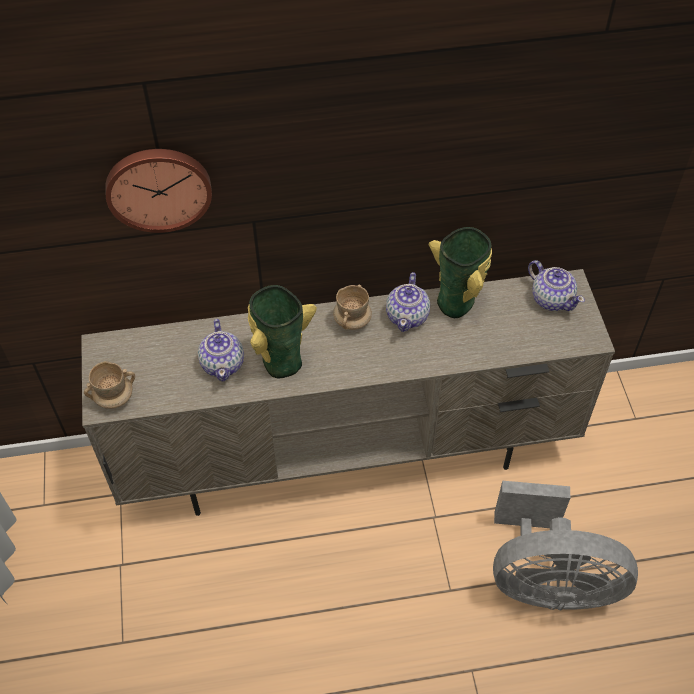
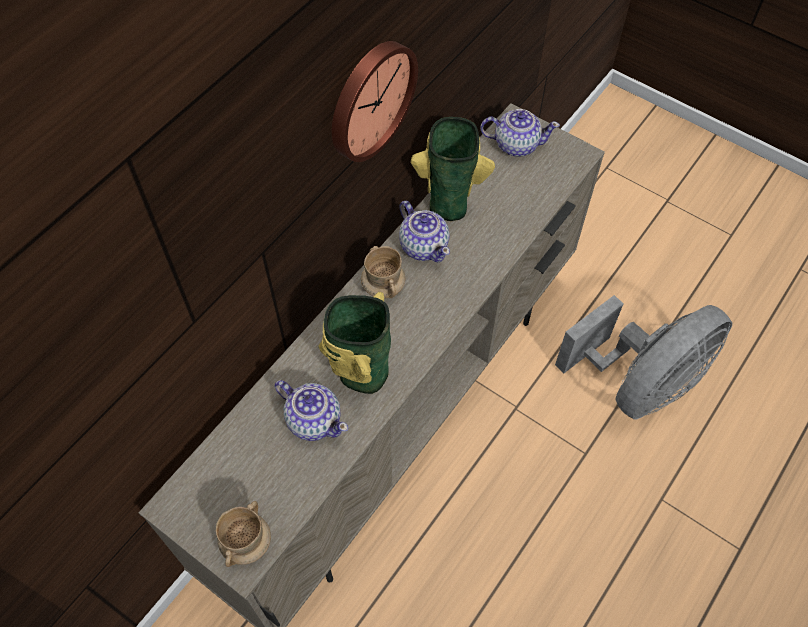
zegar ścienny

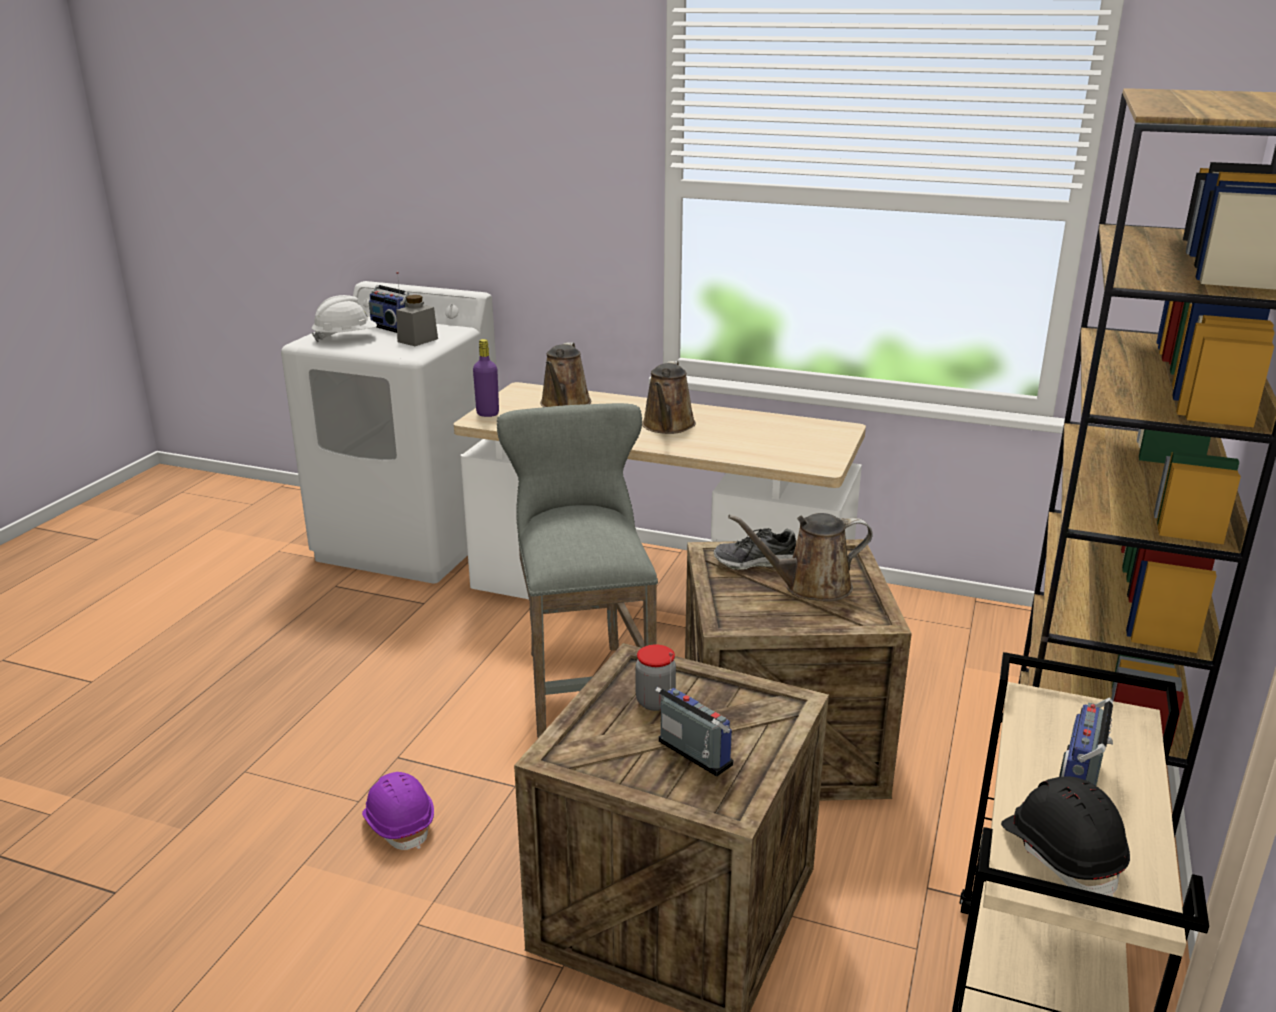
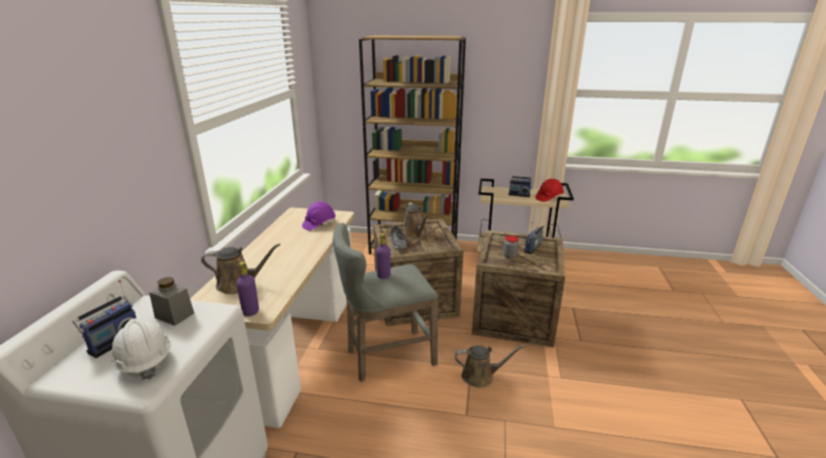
kask [fioletowy]
butelka [fioletowy] (2nd from left)
konewka [brązowy] (3rd from left)
kask [czerwony]

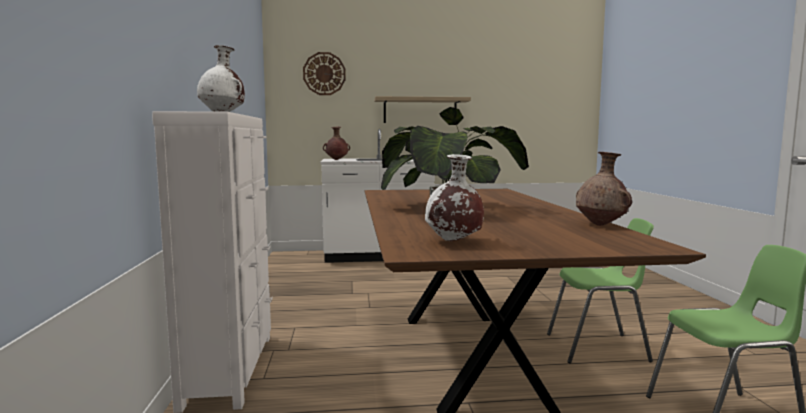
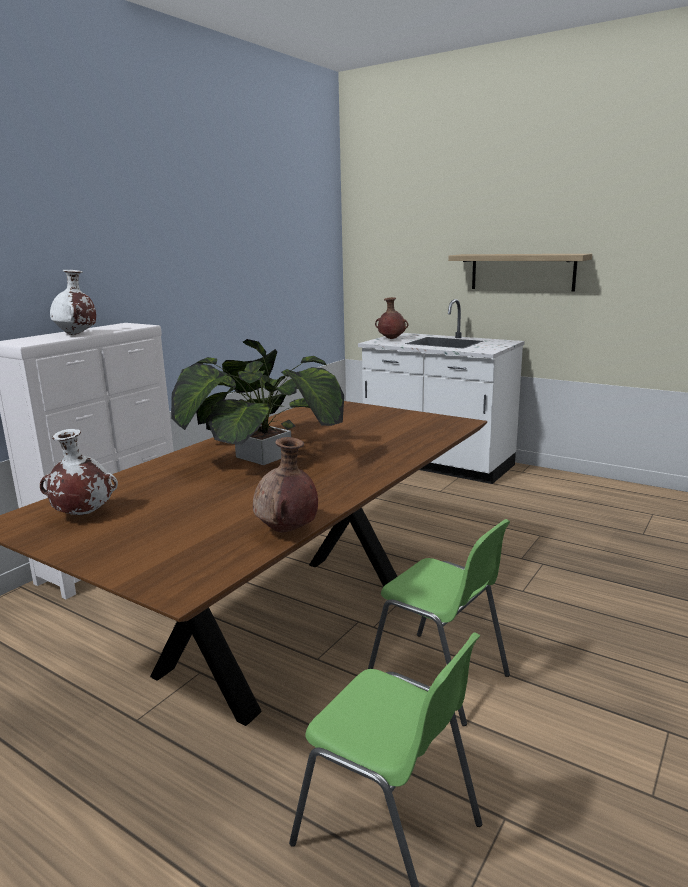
zegar ścienny

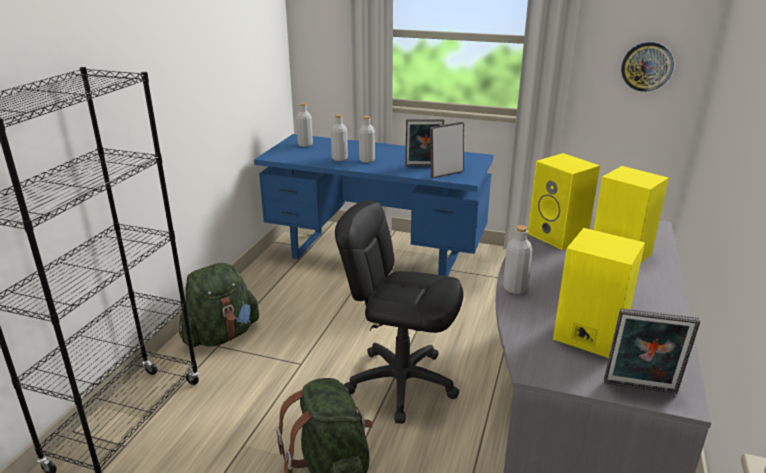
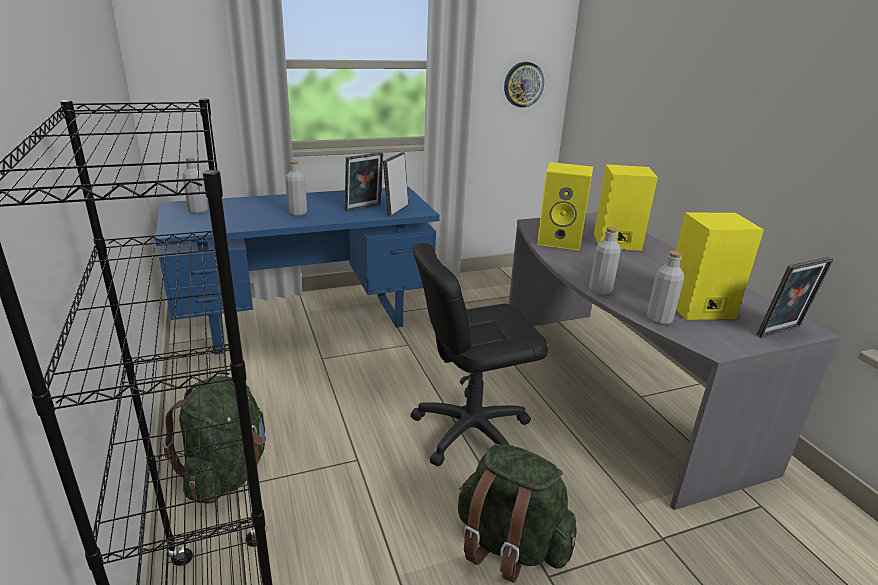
butelka [szary] (4th from left)

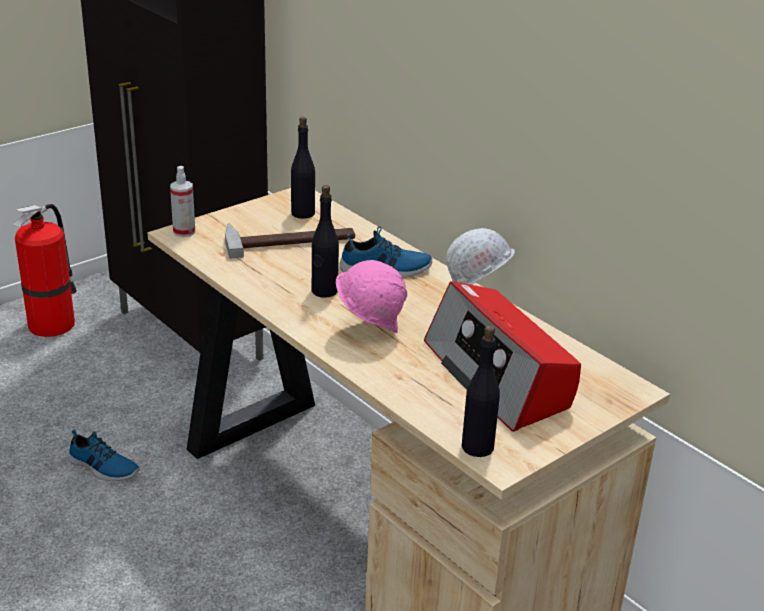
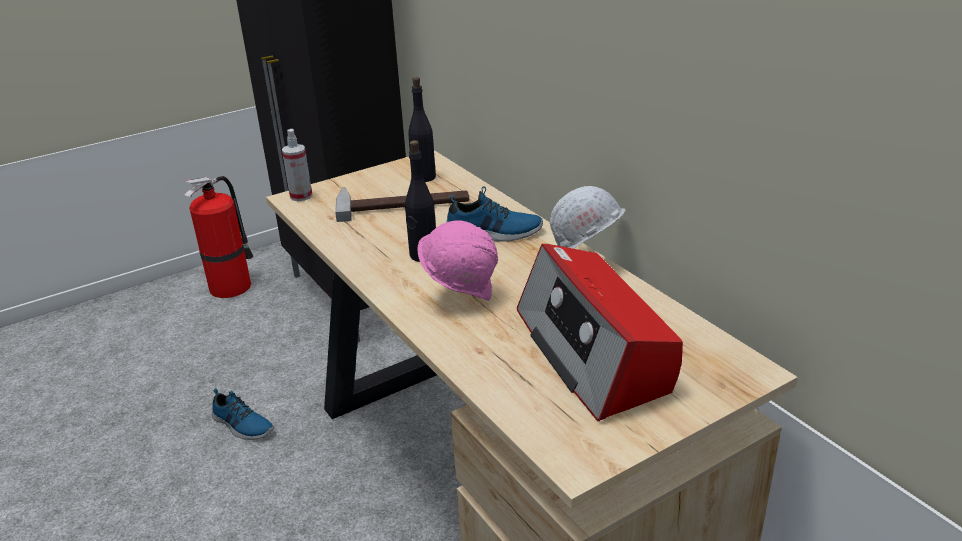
butelka [czarny] (3rd from left in the first image)

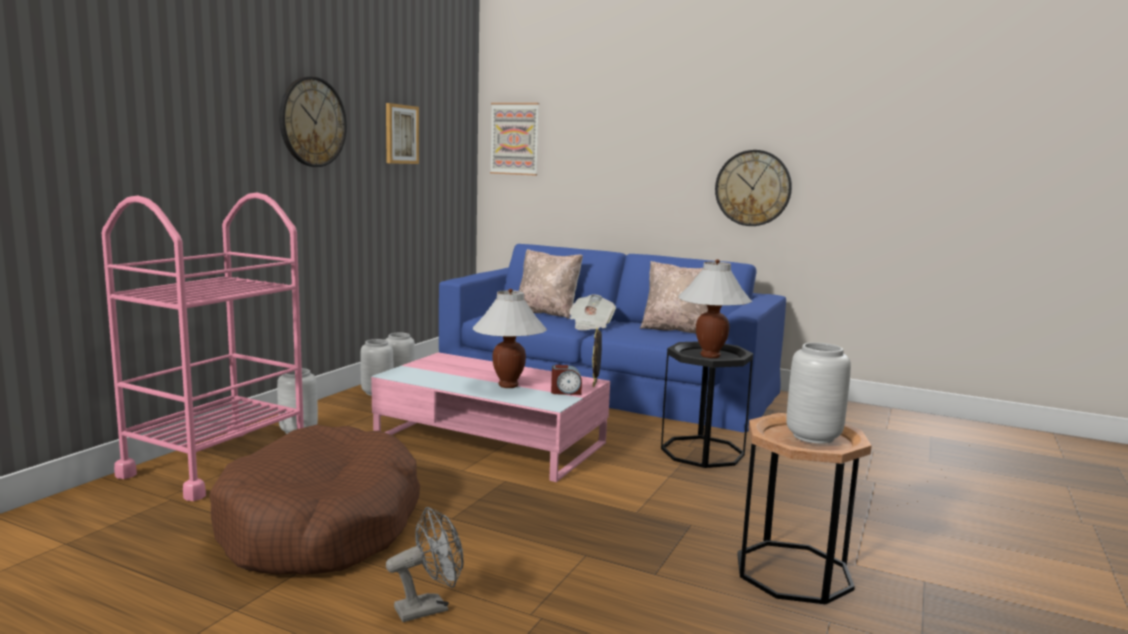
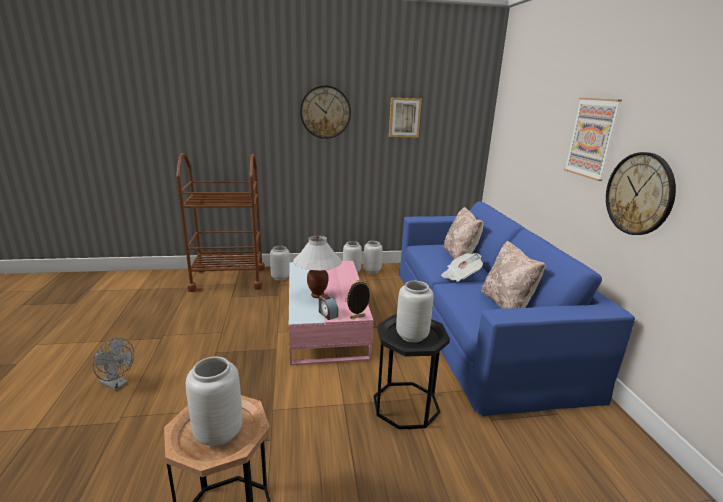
wózek [brązowy]
wazon [szary] (5th from left)
obraz (2nd from left)
legowisko [brązowy]

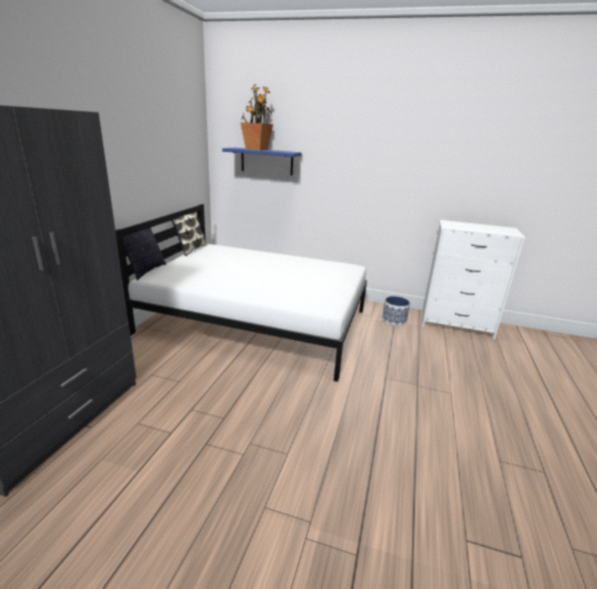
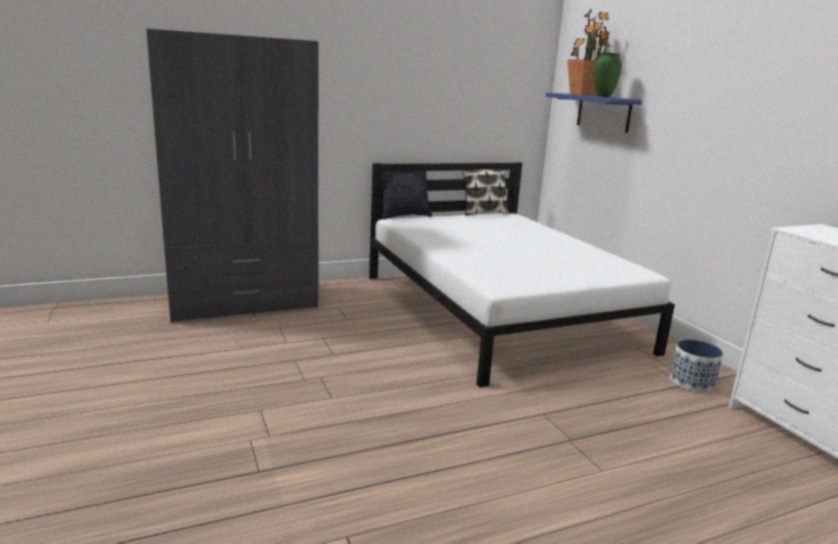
wazon [zielony]

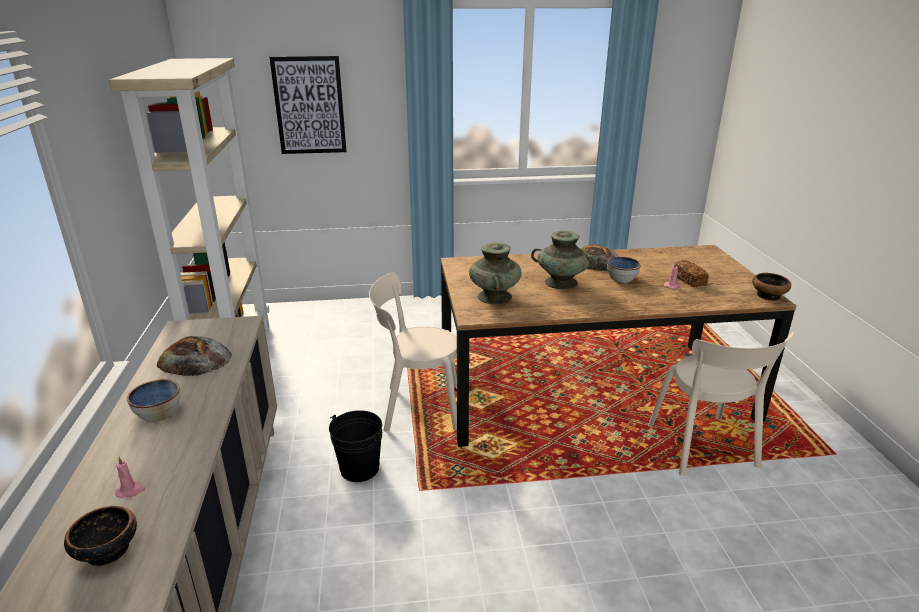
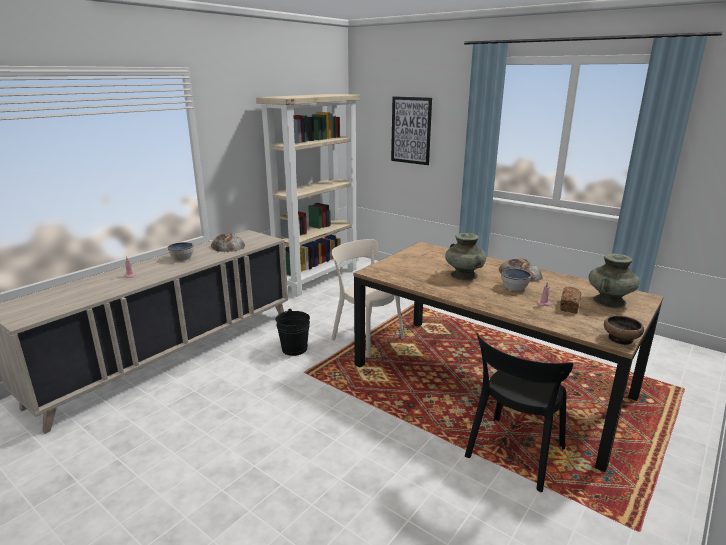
krzesło [czarny]
wazon [turkusowy] (2nd from left)
miska (1st from left in the first image)

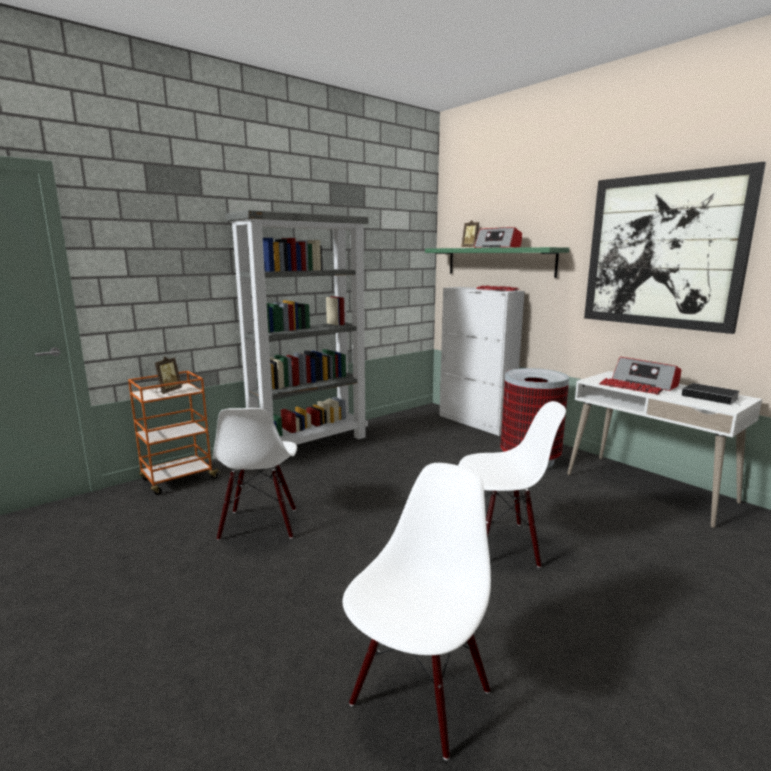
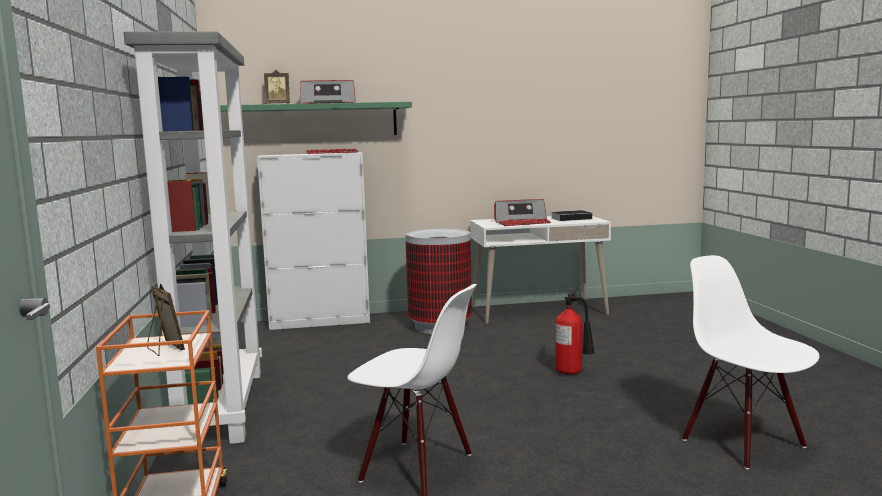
gaśnica
obraz

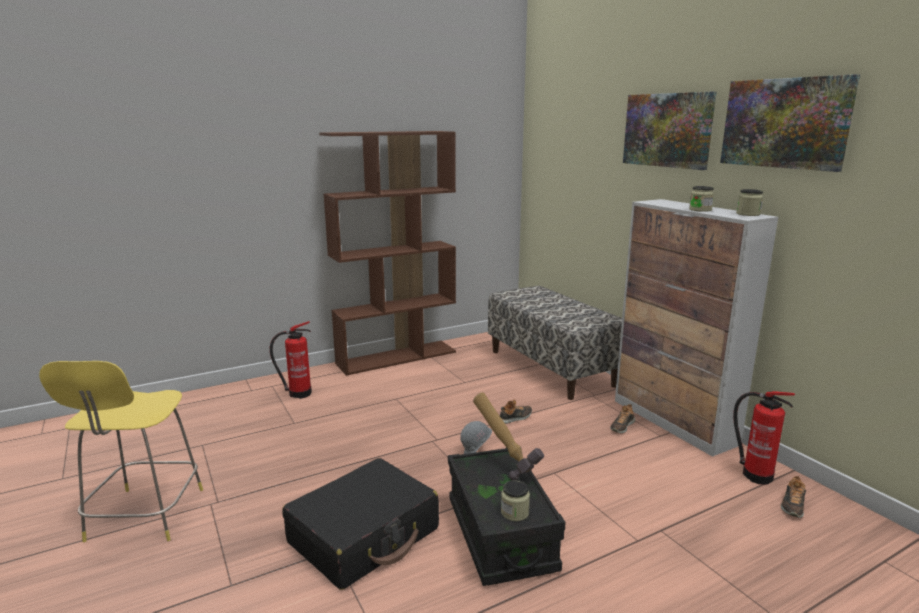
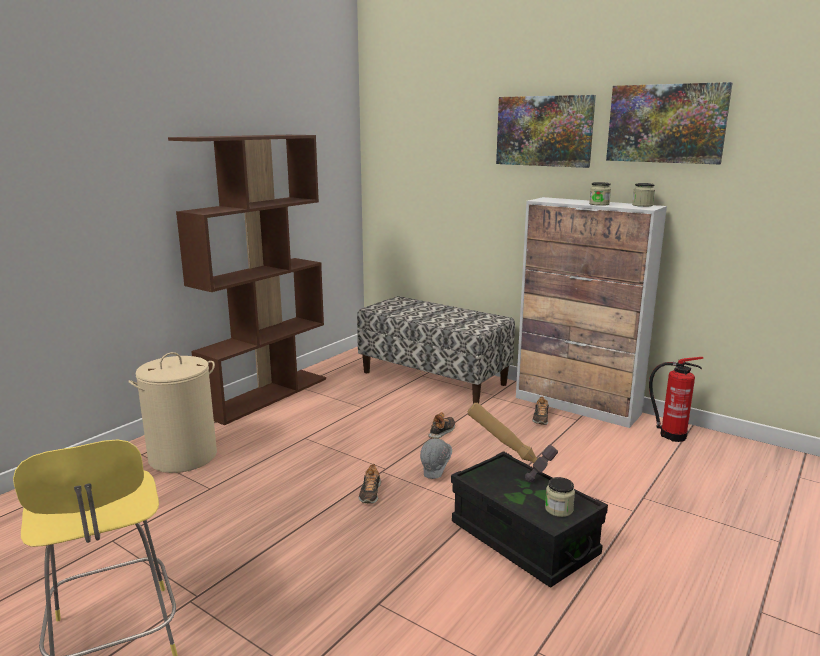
kosz na pranie [beżowy]
but (1st from left)
walizka [czarny]

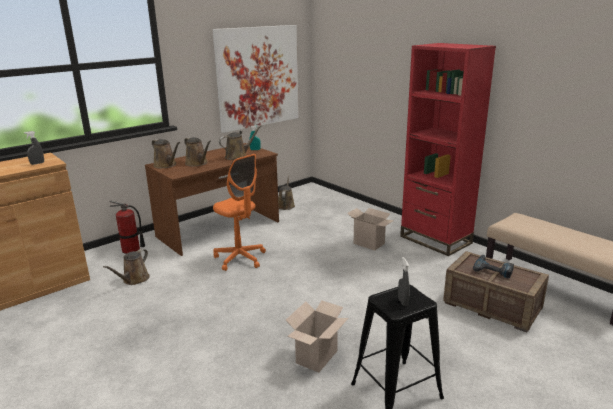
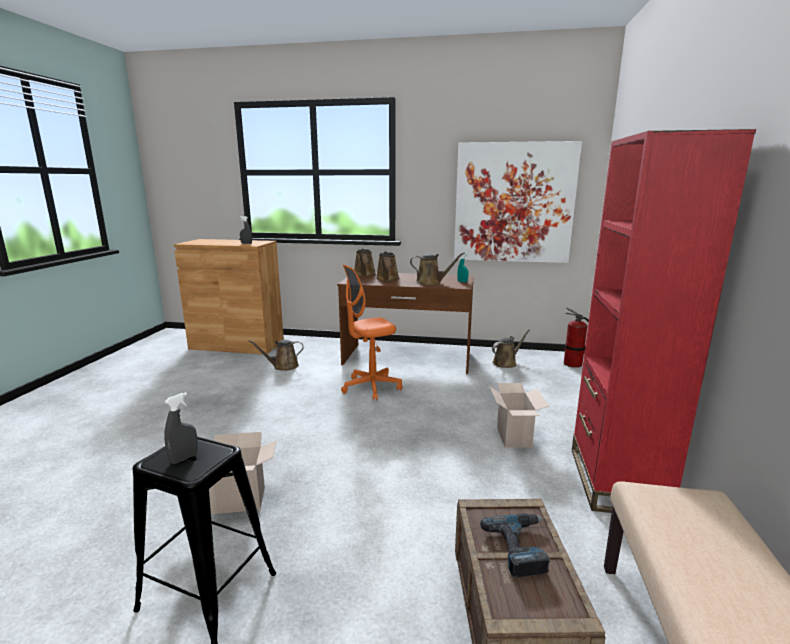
krzesło biurowe [pomarańczowy]
gaśnica

